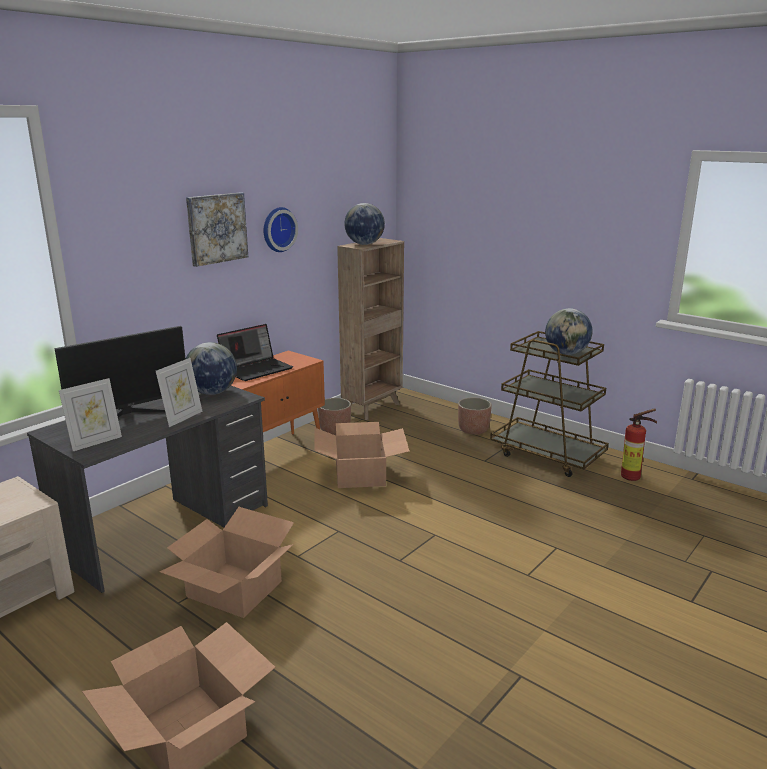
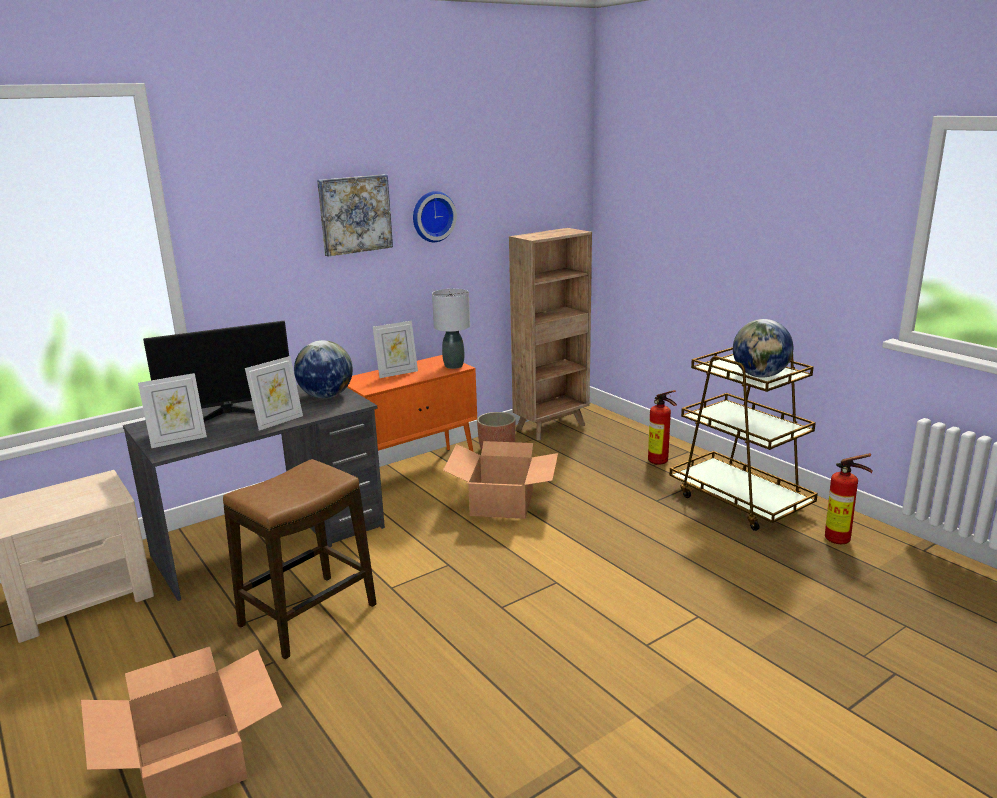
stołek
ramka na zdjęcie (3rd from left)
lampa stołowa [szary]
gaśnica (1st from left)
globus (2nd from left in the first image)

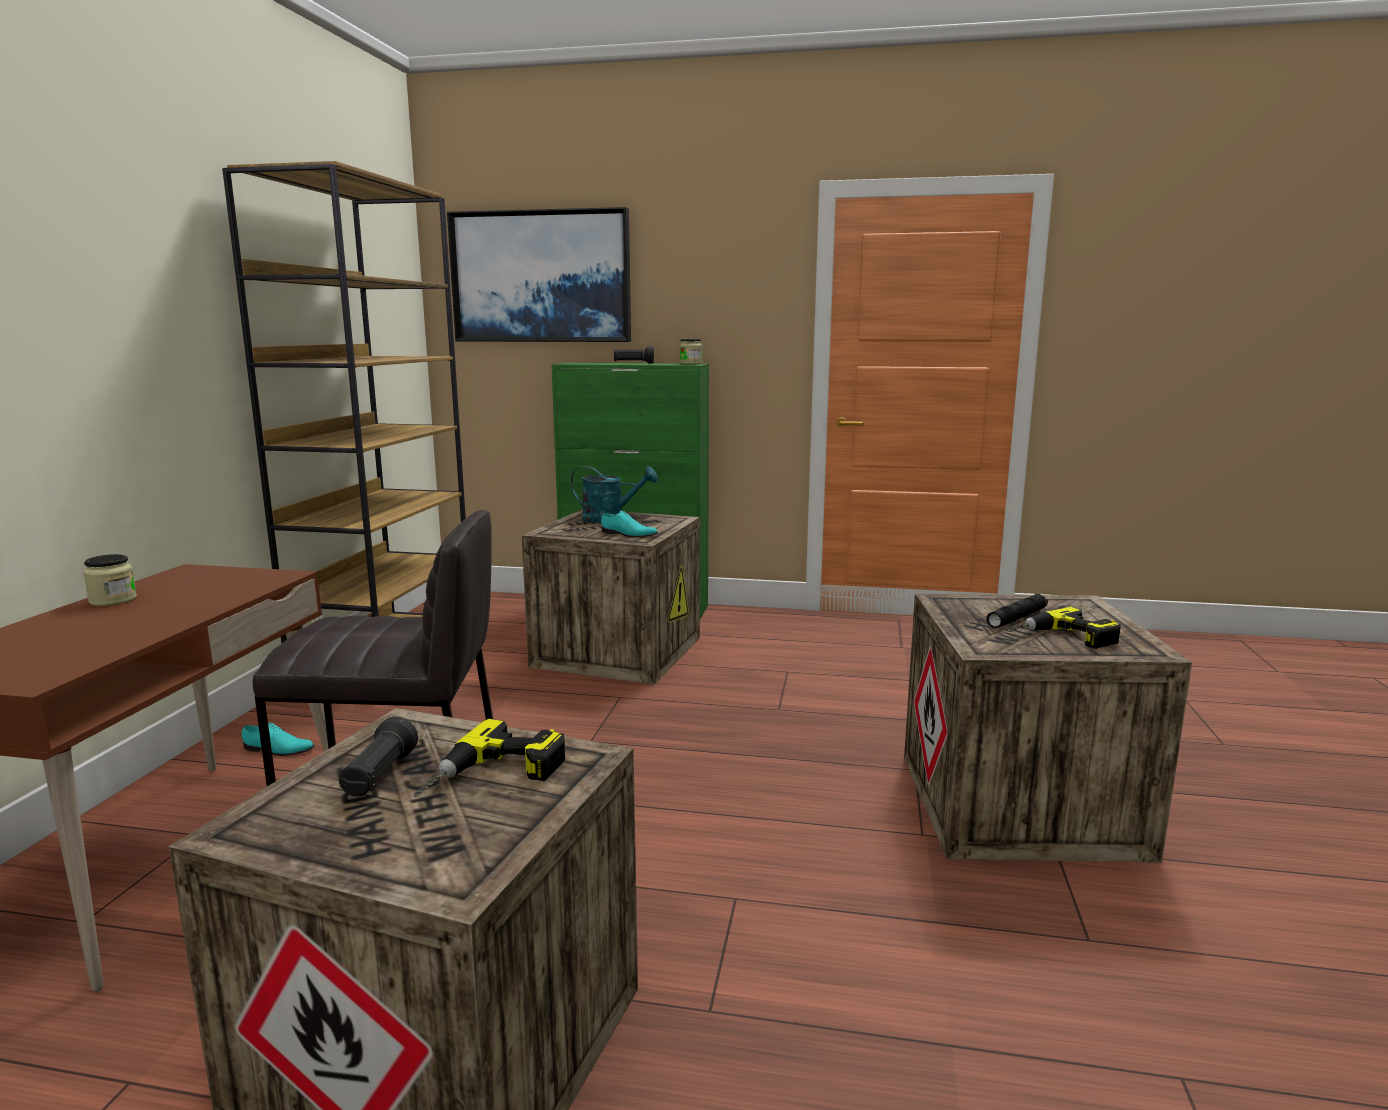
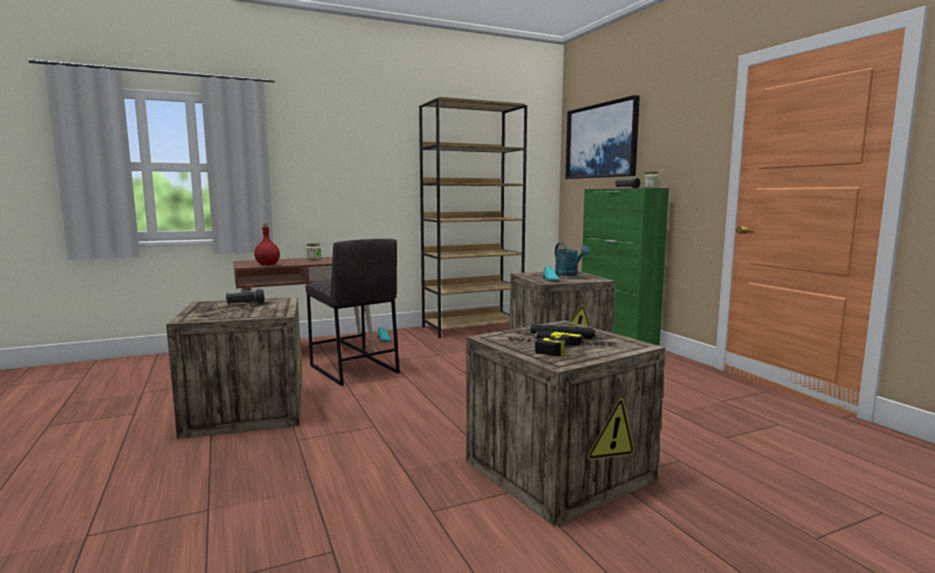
butelka [czerwony]
wiertarka (1st from left in the first image)

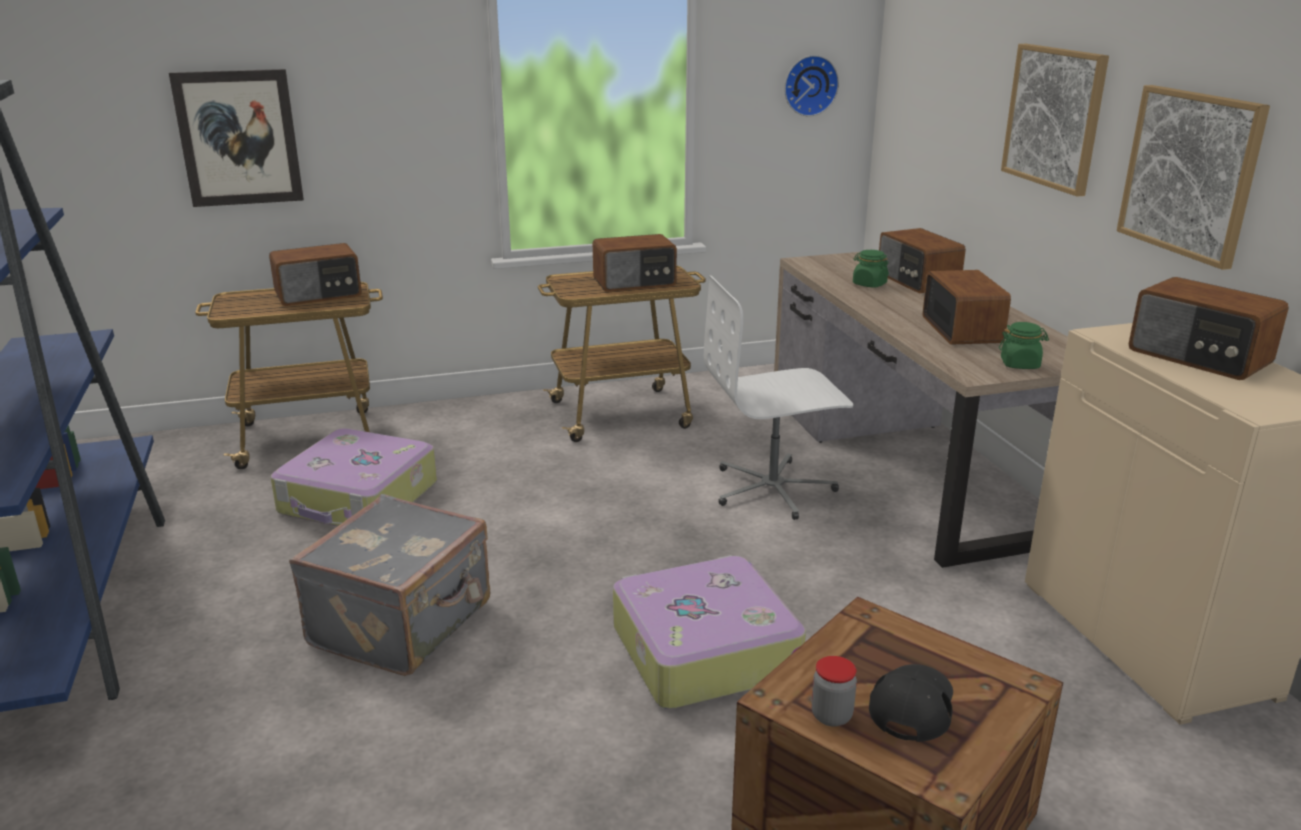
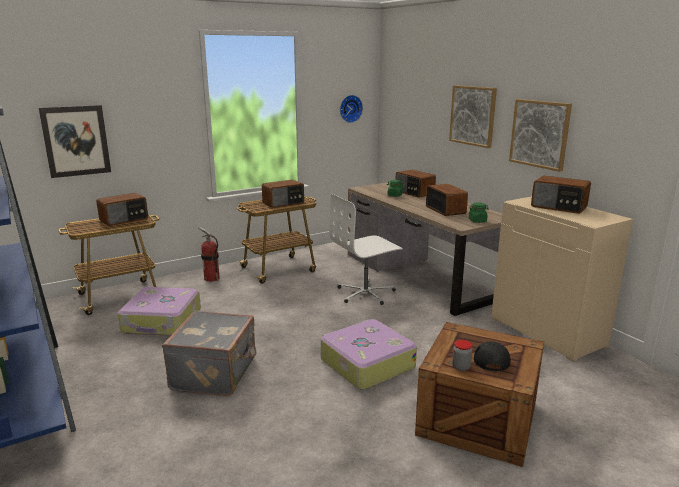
gaśnica

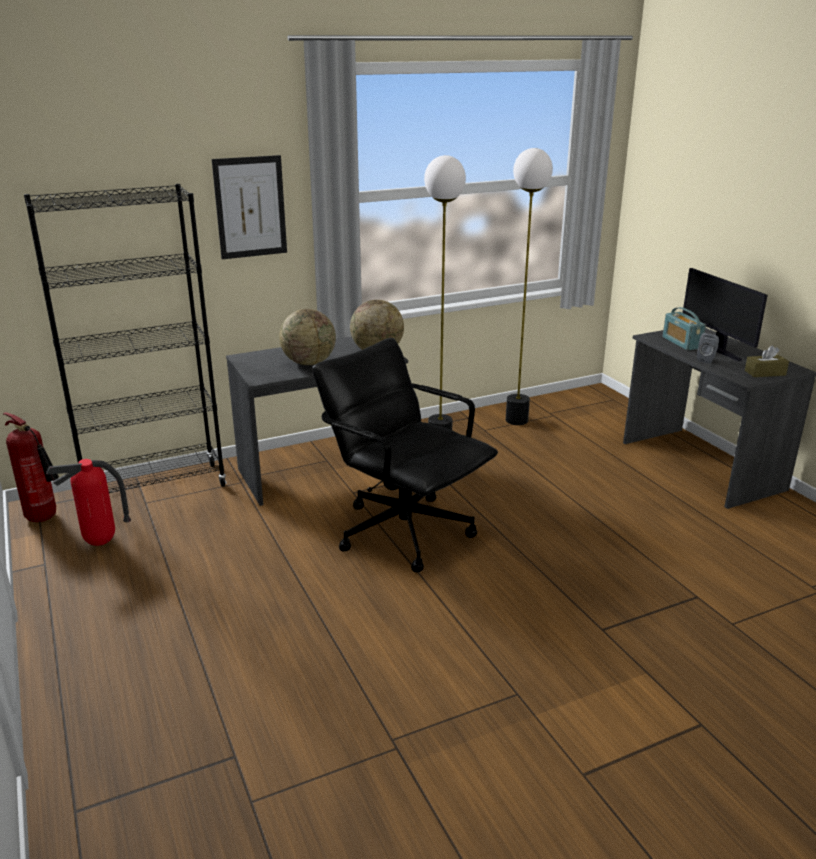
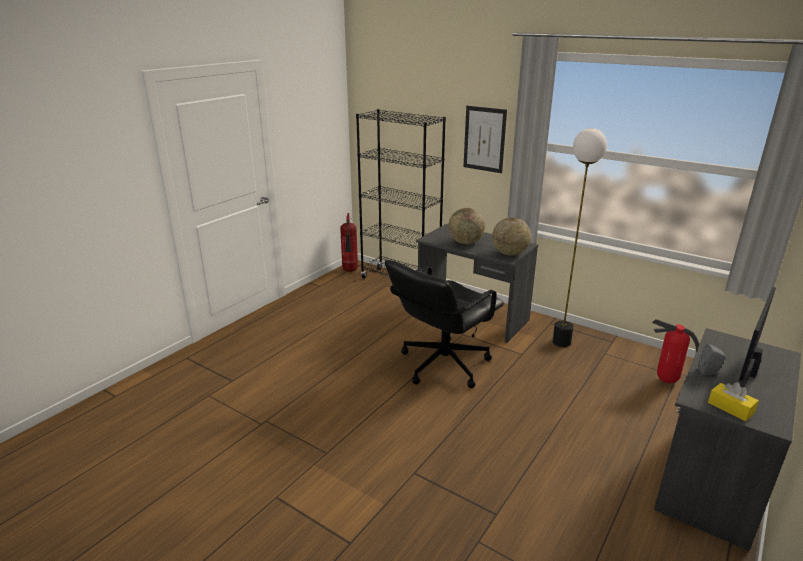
krzesło biurowe [czarny]
gaśnica (2nd from left)
pudełko chusteczek [żółty]
lampa stojąca (2nd from left in the first image)
radio

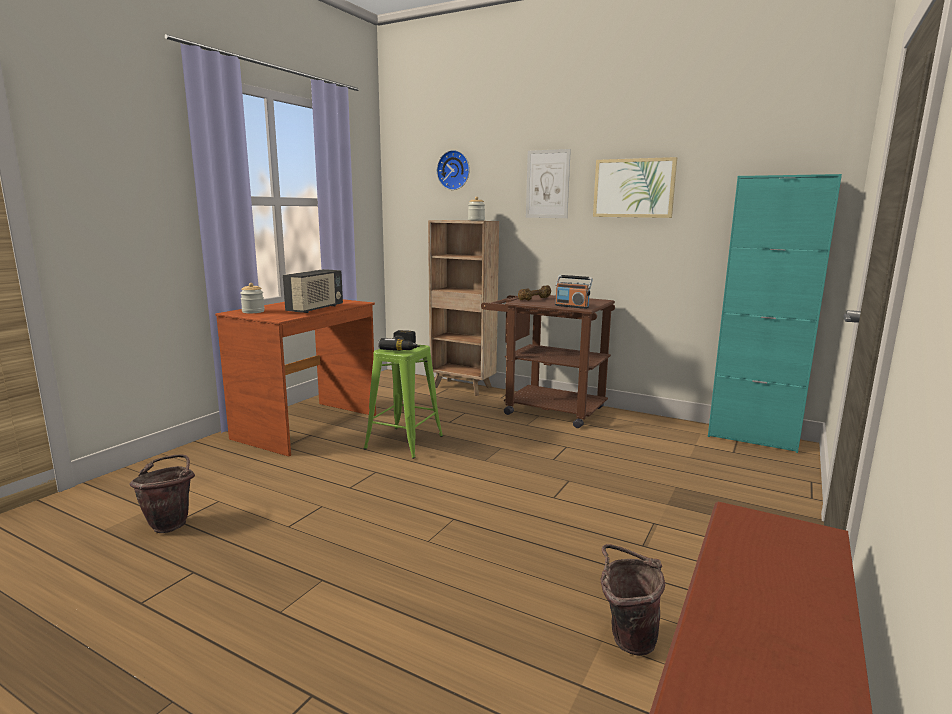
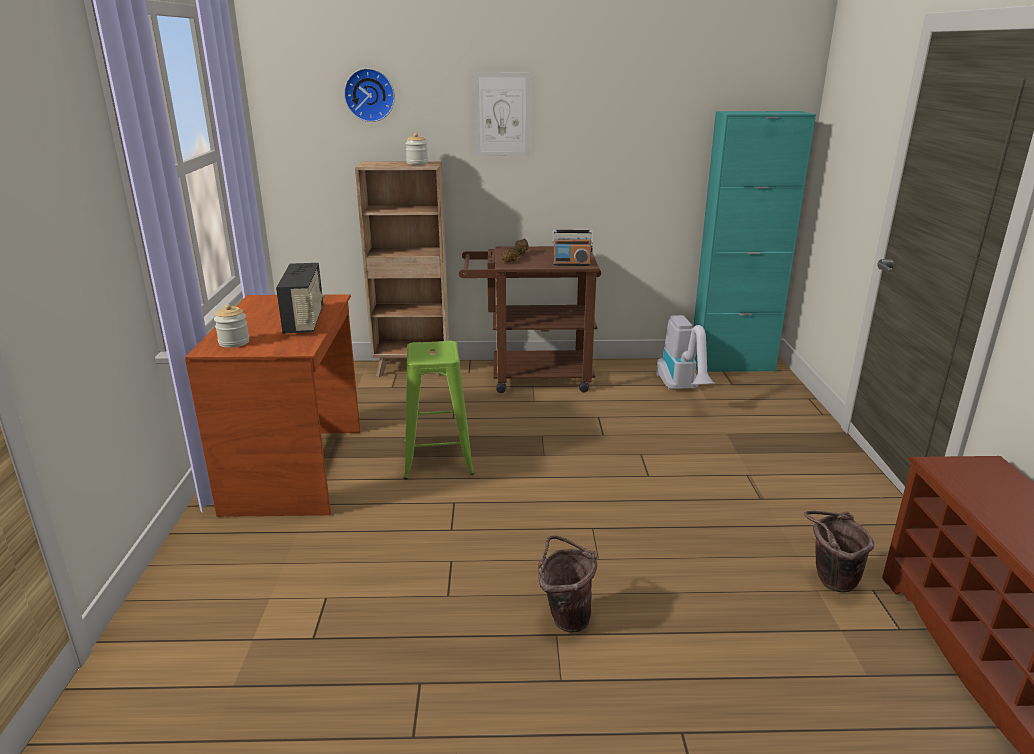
wiadro [brązowy] (1st from left)
odkurzacz
wiertarka
obraz (2nd from left in the first image)

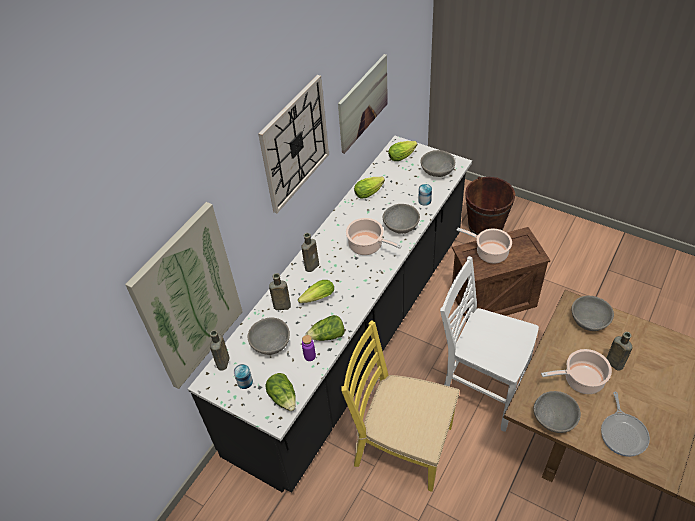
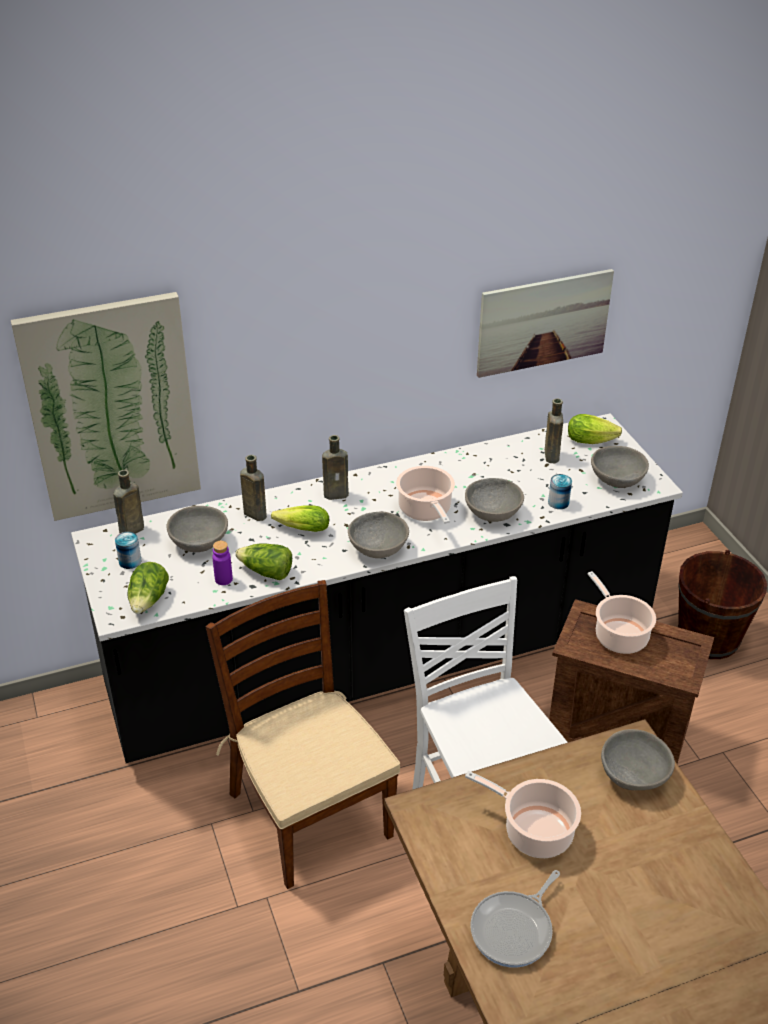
krzesło [brązowy]
miska [szary] (2nd from left)
butelka [brązowy] (4th from left)
zegar ścienny
sałata (4th from left in the first image)

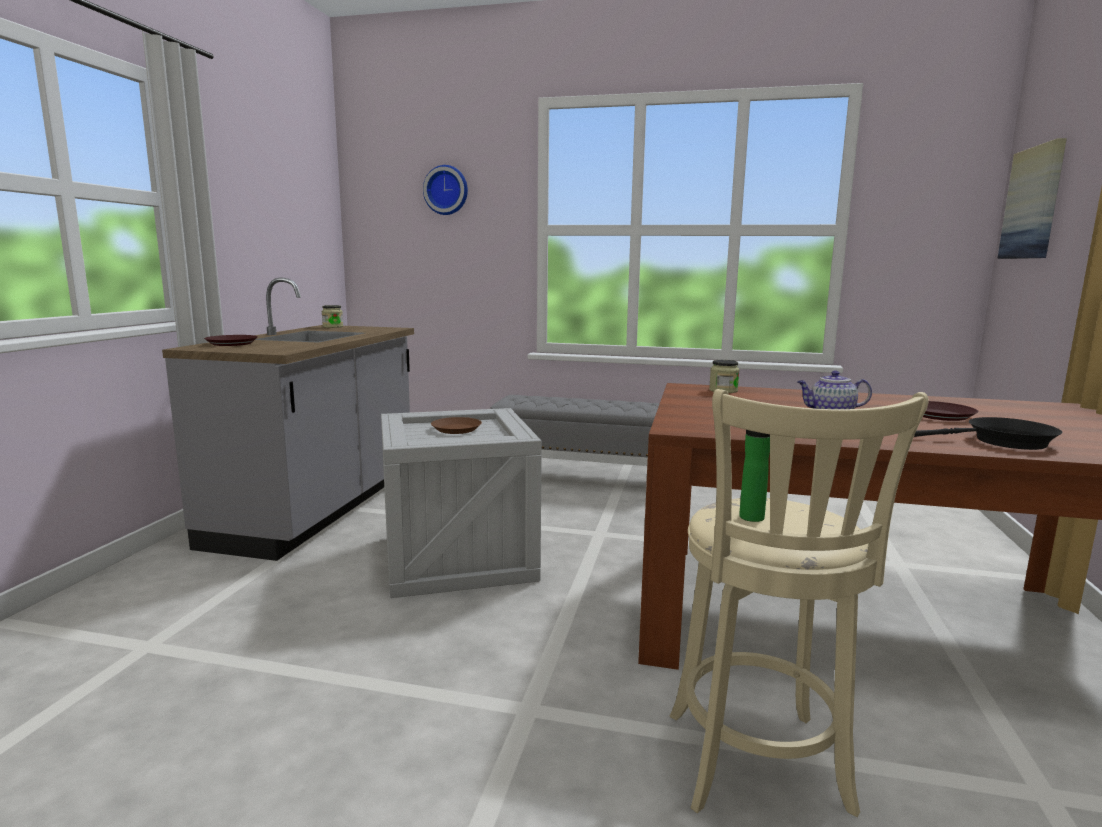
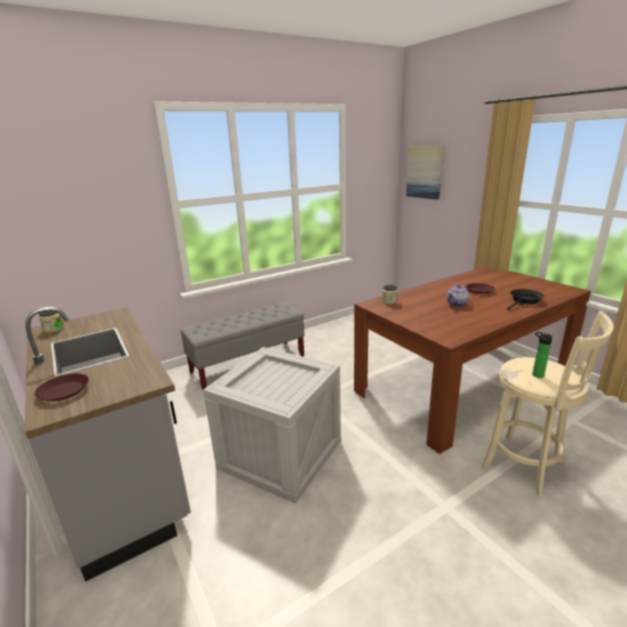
zegar ścienny
talerz [brązowy] (2nd from left in the first image)

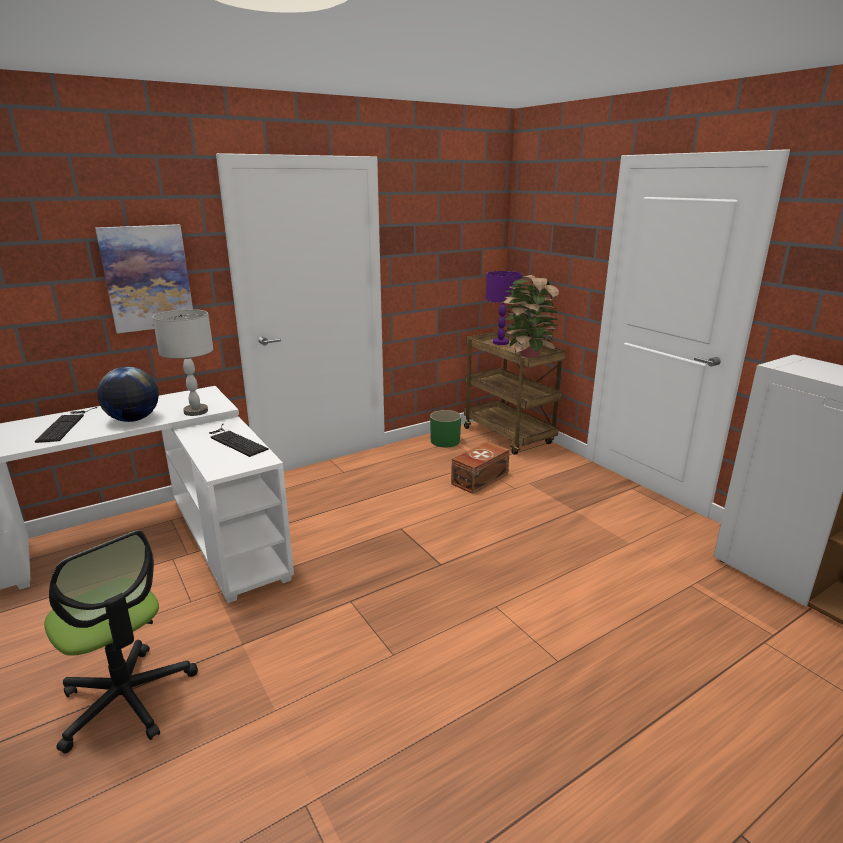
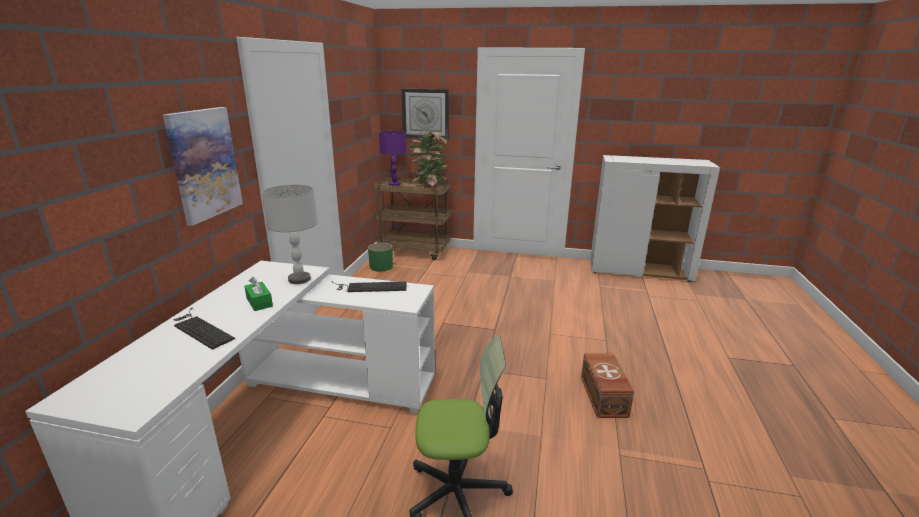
pudełko chusteczek [zielony]
zegar ścienny
pojemnik do przechowywania [brązowy]

